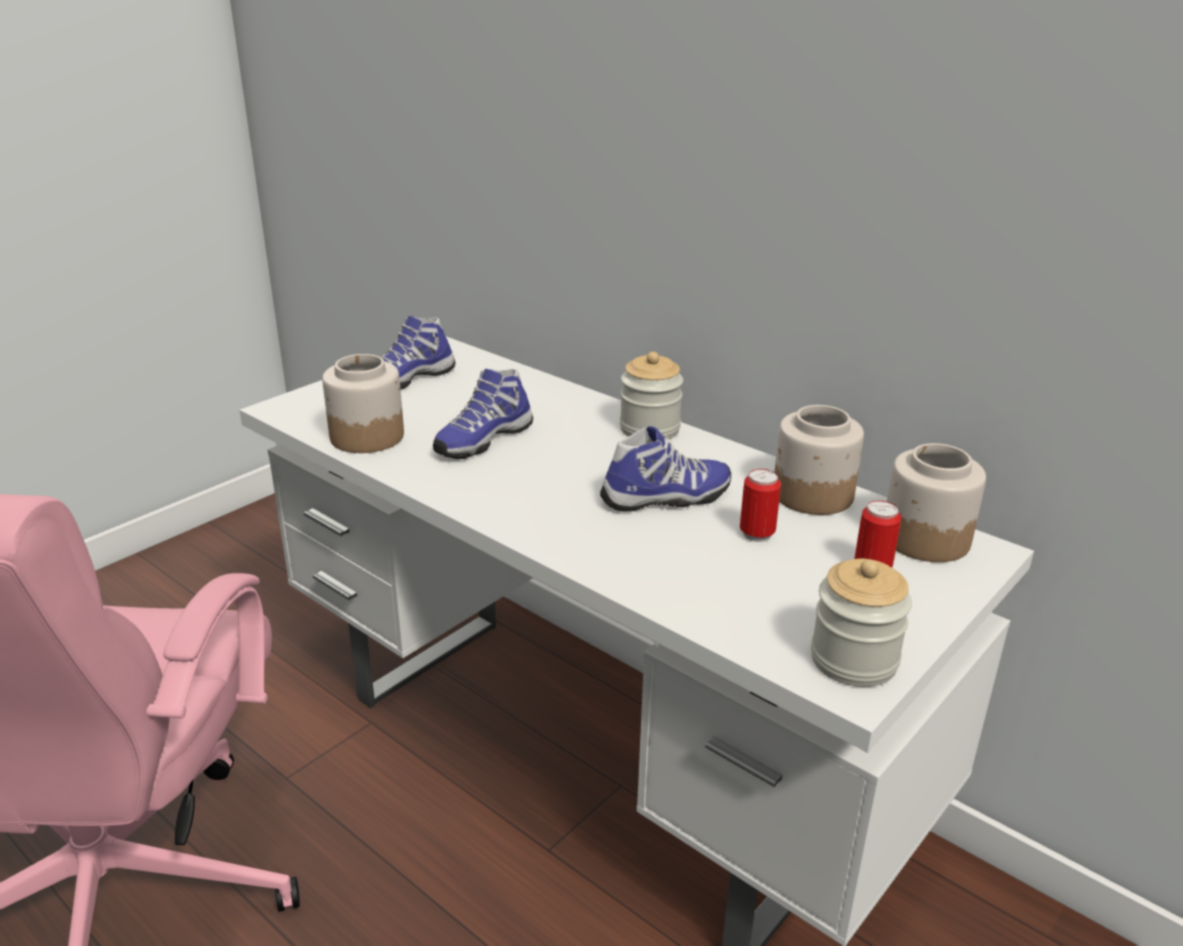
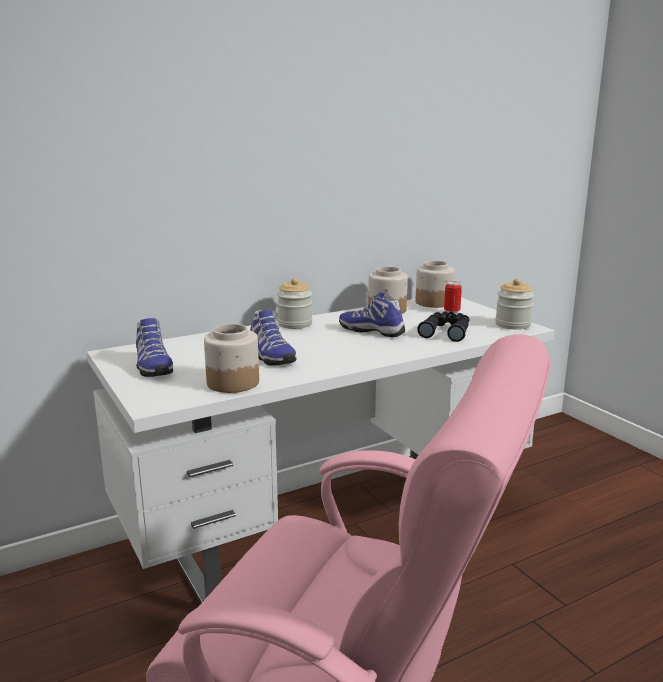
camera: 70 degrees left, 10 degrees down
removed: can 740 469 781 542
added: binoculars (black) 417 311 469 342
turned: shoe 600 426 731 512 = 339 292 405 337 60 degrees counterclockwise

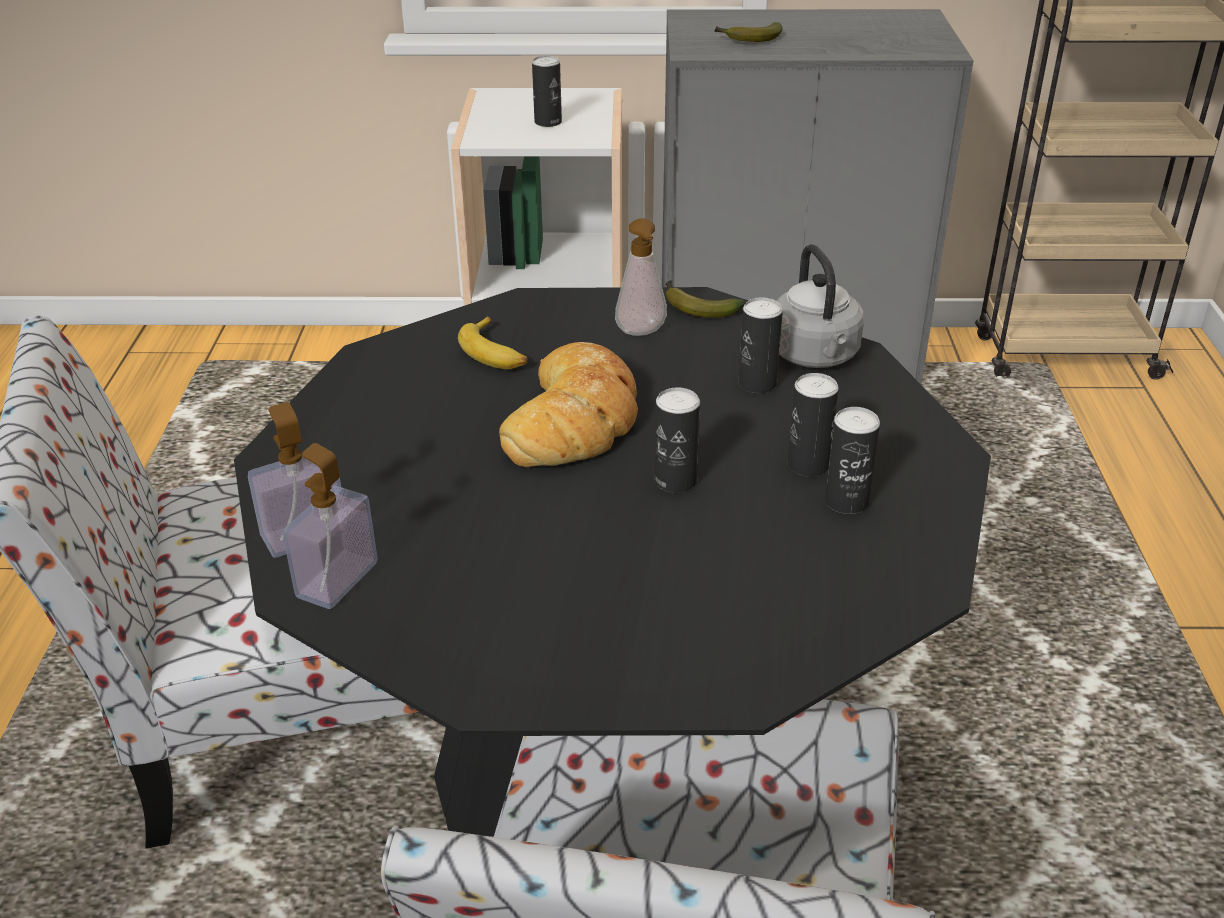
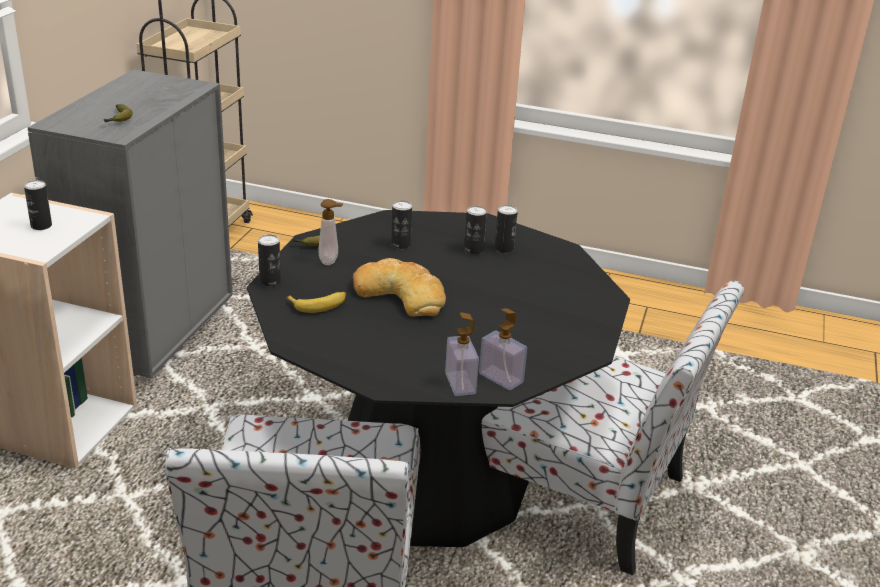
camera: 75 degrees left, 5 degrees down
removed: kettle (grey) 776 244 864 368
moved: can 655 388 700 493 to 258 235 281 287

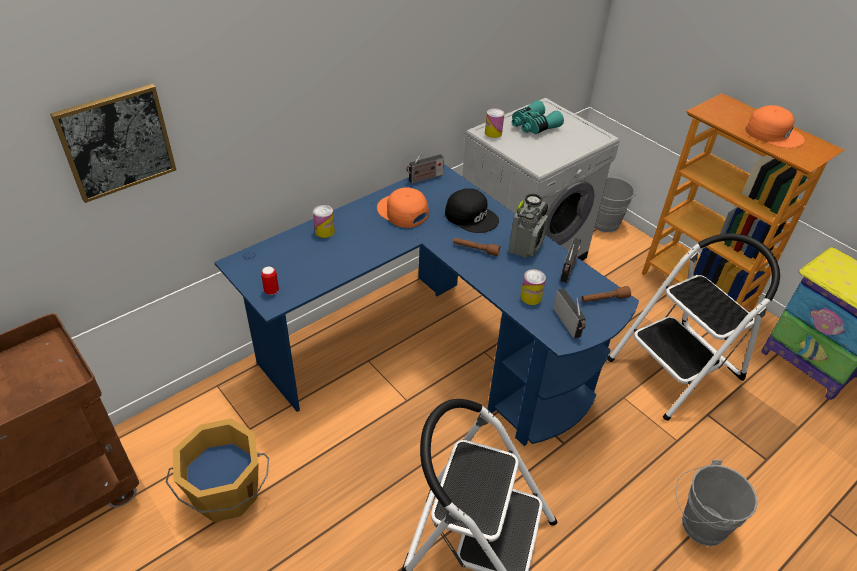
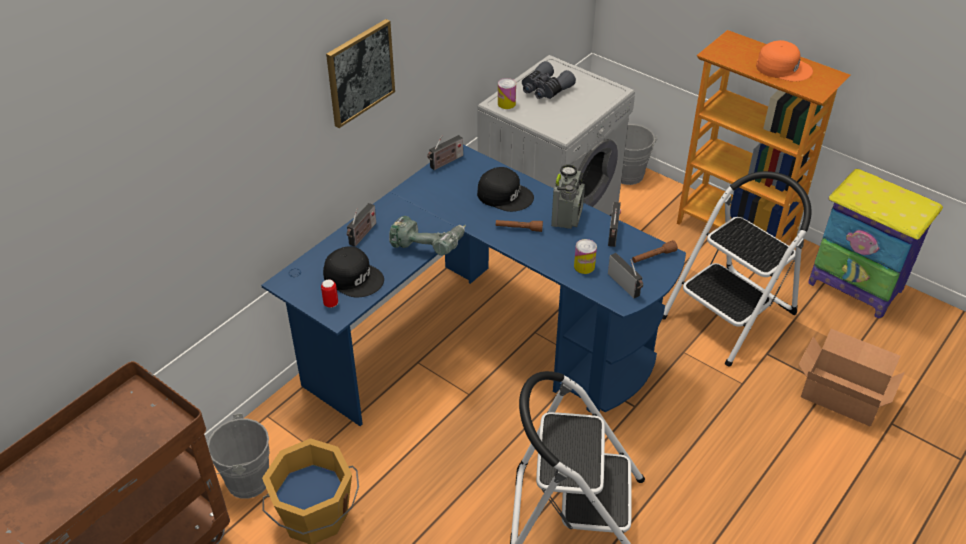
camera: 10 degrees left, 0 degrees up
removed: cap (orange) 377 187 429 228
added: cap (black) 323 246 384 297; power drill 389 216 466 256; cardboard box 798 329 905 426
moved: picture 50 84 176 203 to 326 19 395 128; bucket (grey) 676 460 758 546 to 206 413 270 499
replaced: can 313 205 335 238 to radio 347 203 376 247
recoloured: binoculars (turquoise) 512 100 564 134 to binoculars (grey) 522 61 576 99

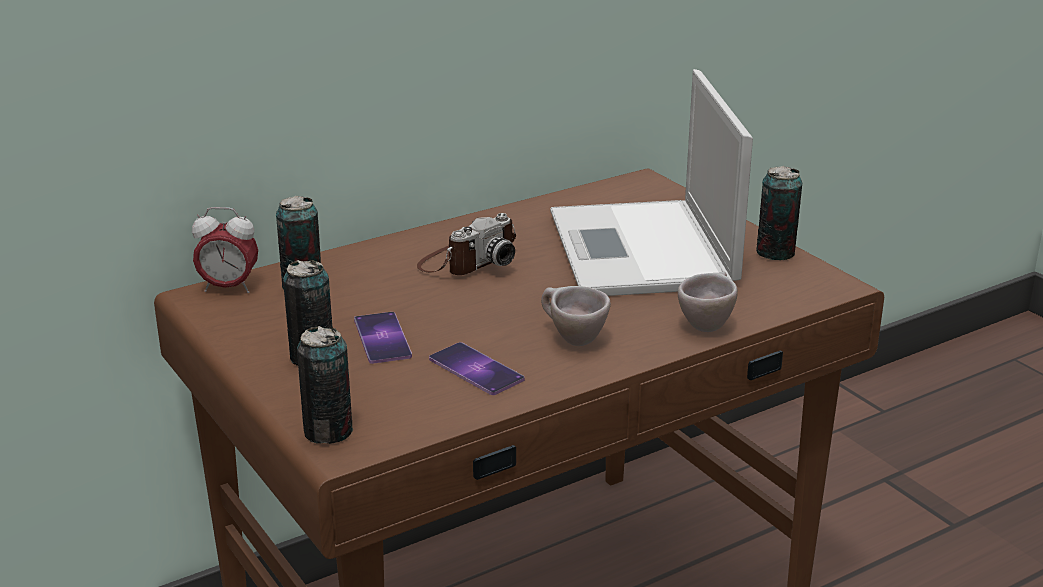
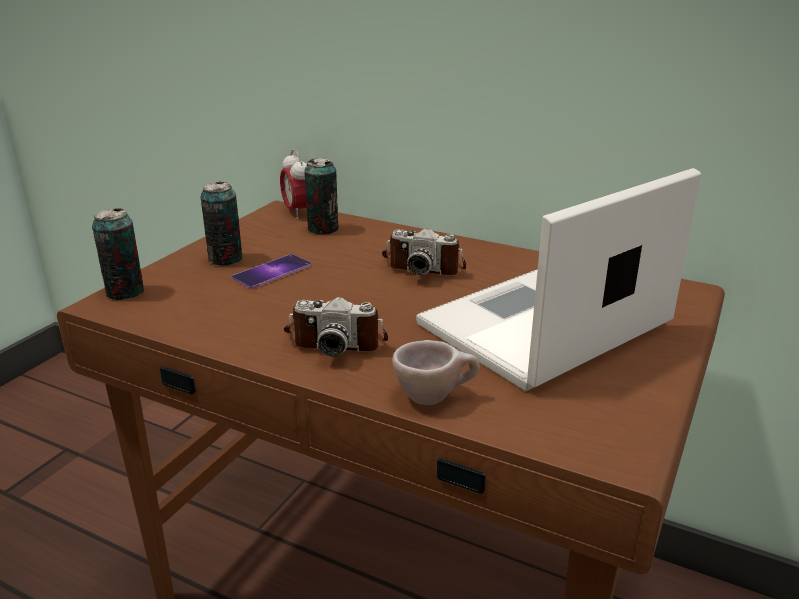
camera: 60 degrees right, 0 degrees up
removed: phone 429 342 525 395; can 756 166 802 260
replaced: cup (beige) 541 286 611 346 to photo camera 284 297 388 356

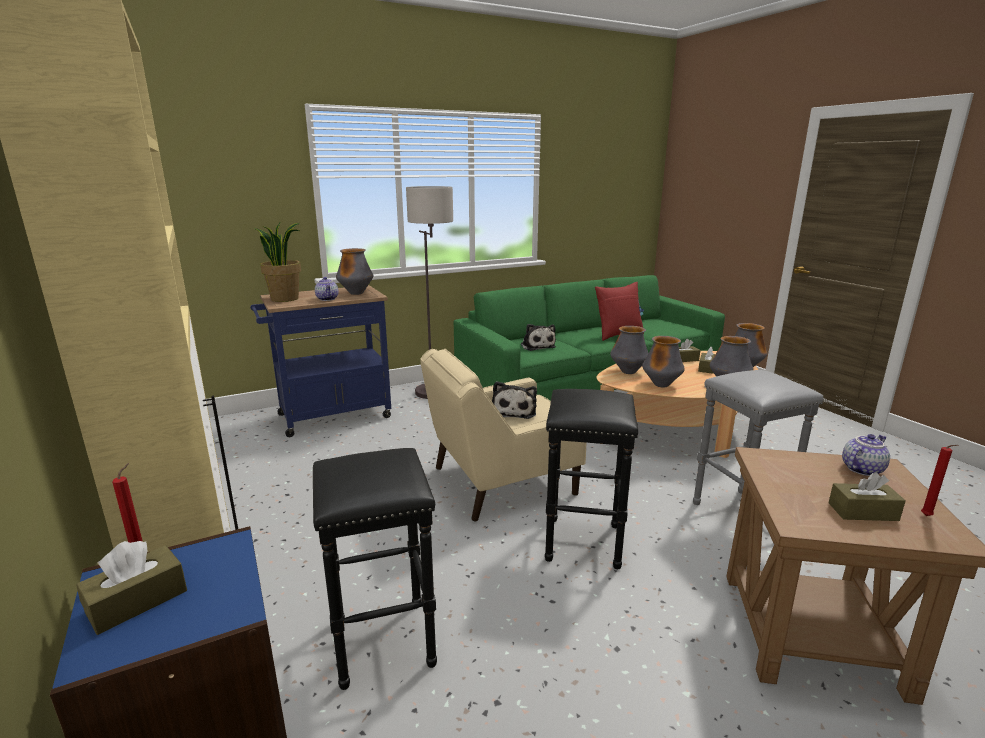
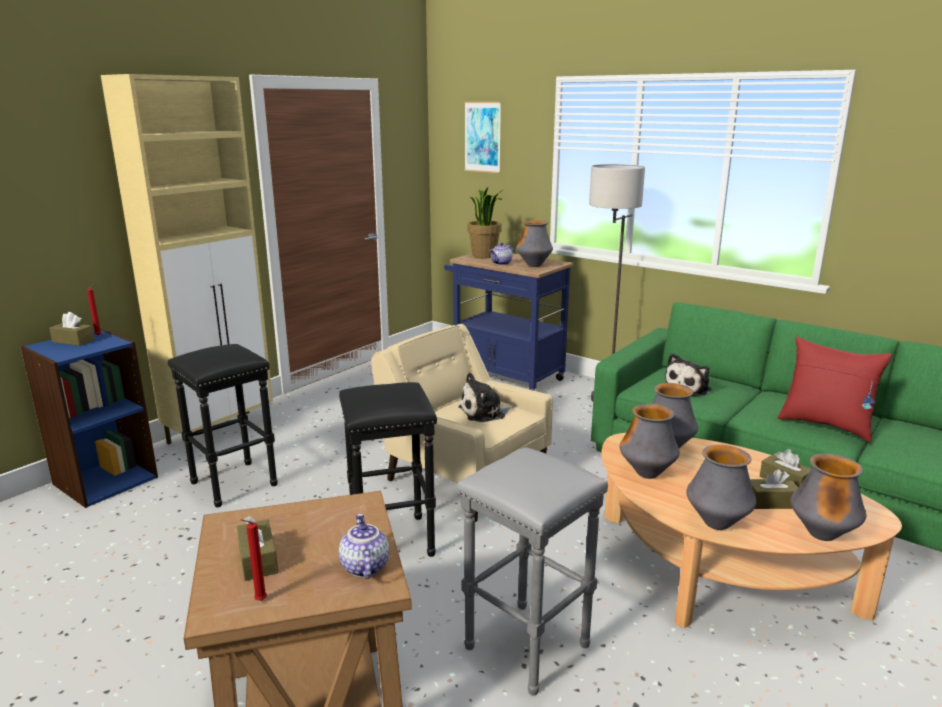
camera: 65 degrees right, 0 degrees up
added: picture 464 102 501 173
turned: teapot 842 434 890 476 = 339 513 389 579 135 degrees counterclockwise

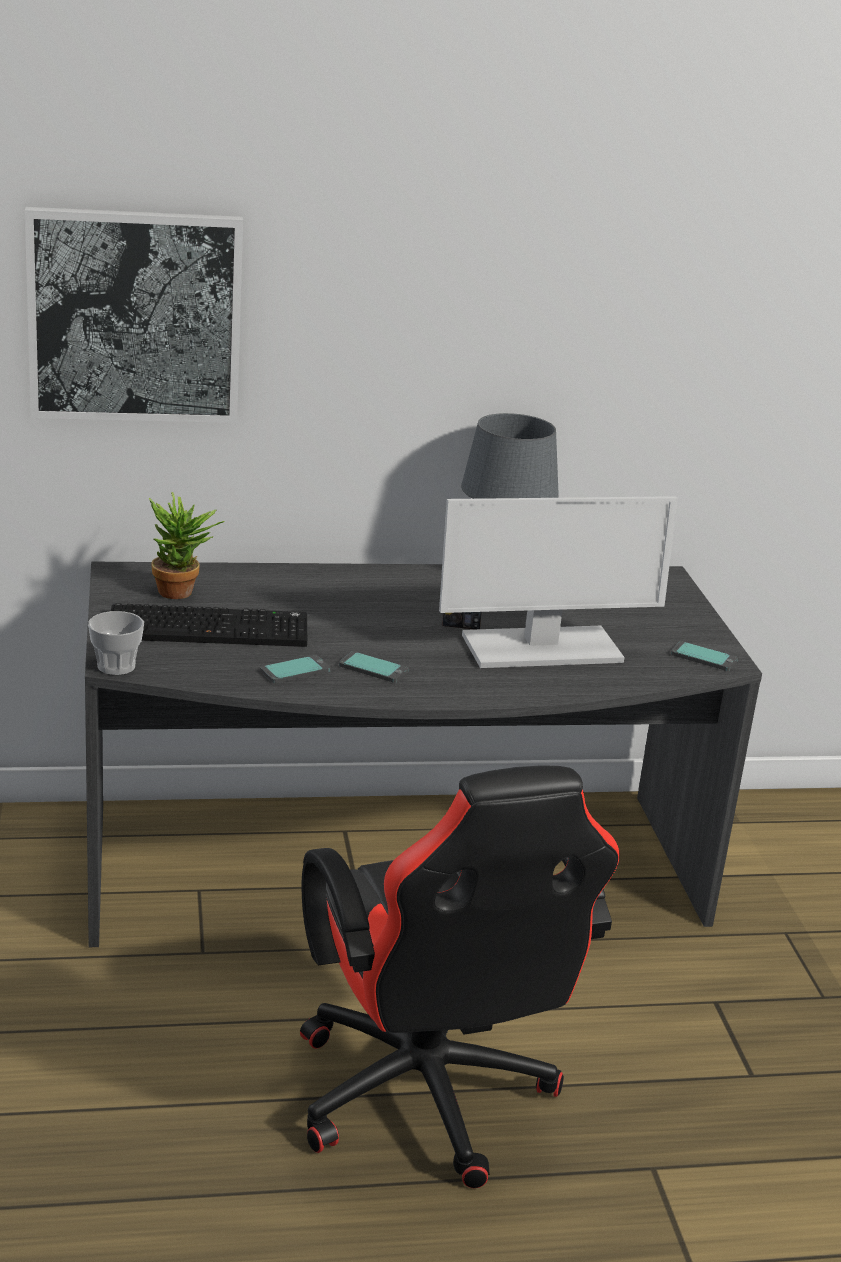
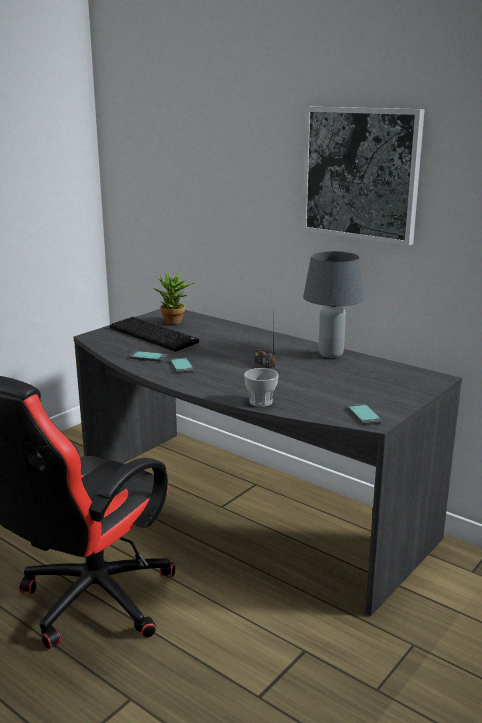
camera: 50 degrees right, 5 degrees down
removed: monitor 439 496 678 668
moved: picture 25 207 243 423 to 302 107 425 245; cup 88 611 144 675 to 244 368 279 407

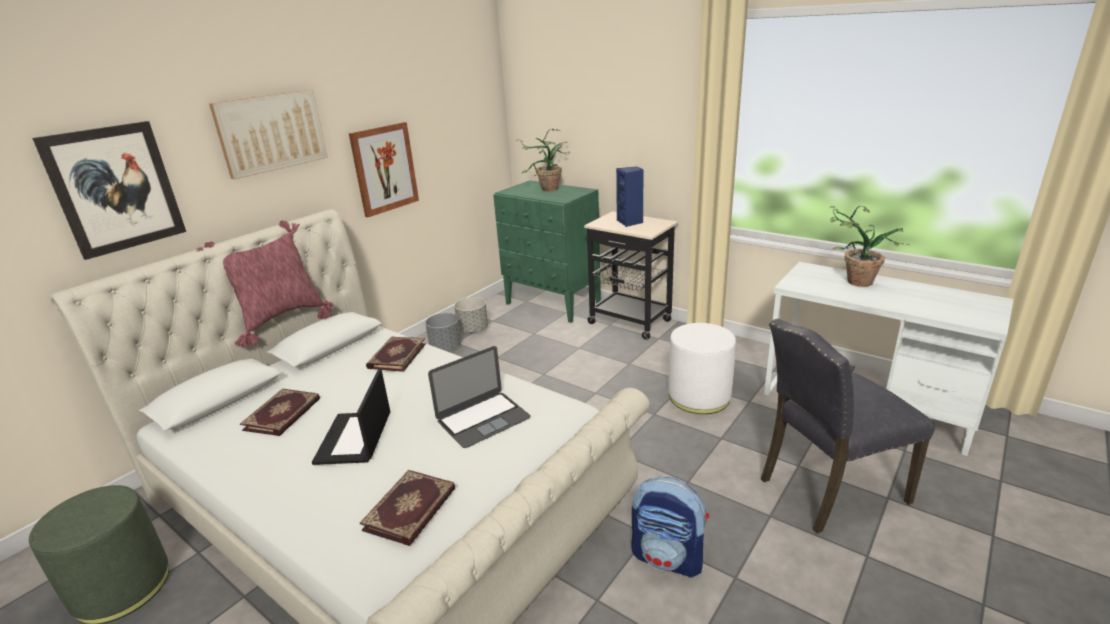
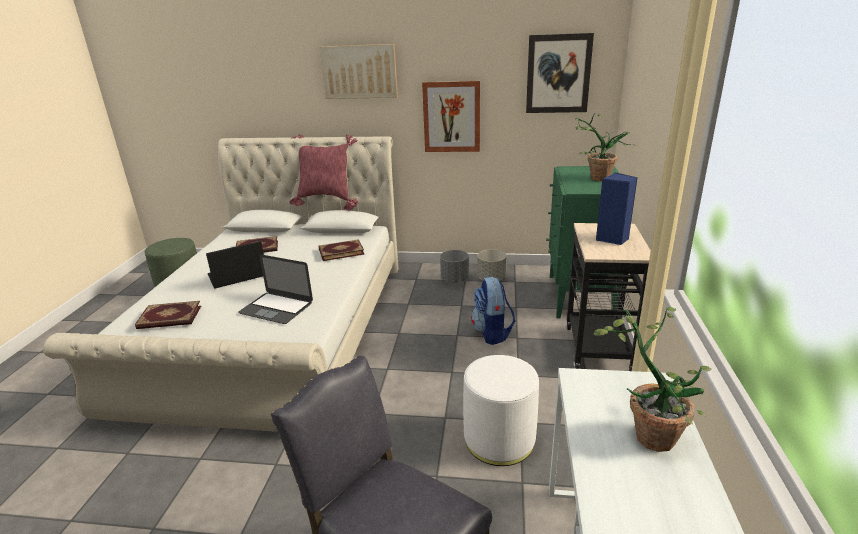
camera: 60 degrees right, 0 degrees up
moved: picture 32 121 186 260 to 526 33 594 113; backpack 631 477 709 578 to 471 276 516 345

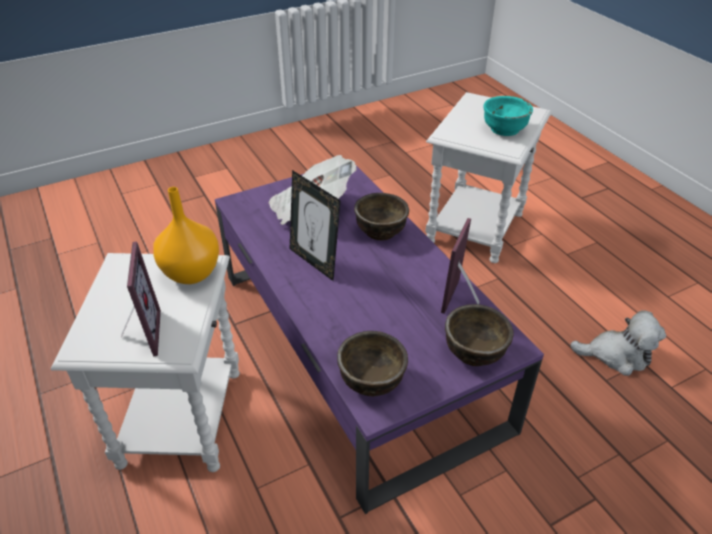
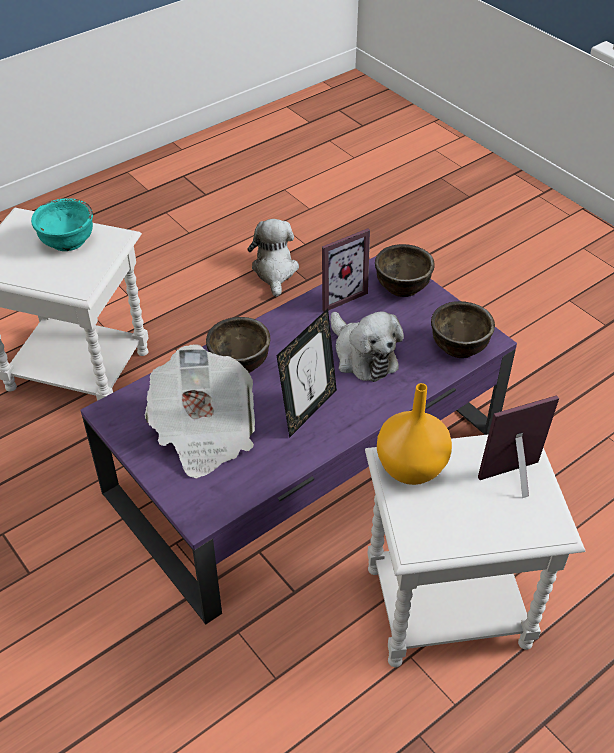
camera: 100 degrees left, 5 degrees up
added: plush toy 331 312 404 382
turned: picture frame 441 218 480 314 = 322 228 370 312 45 degrees counterclockwise

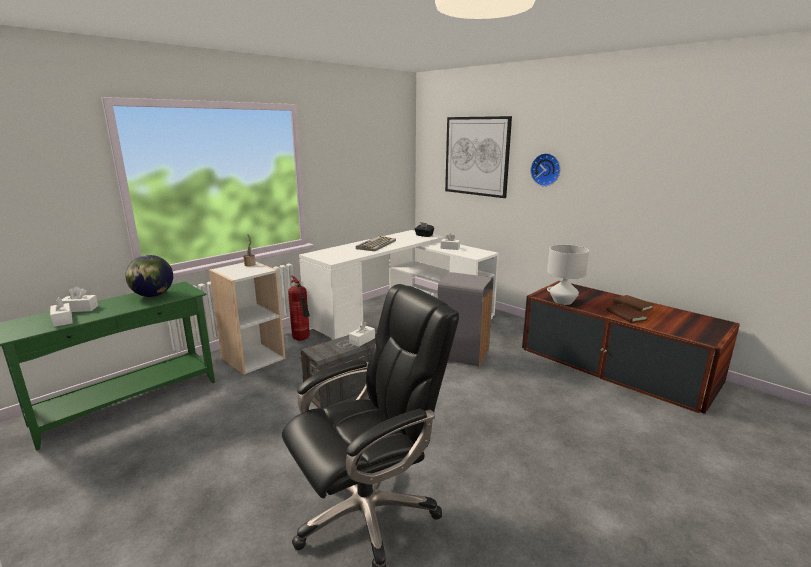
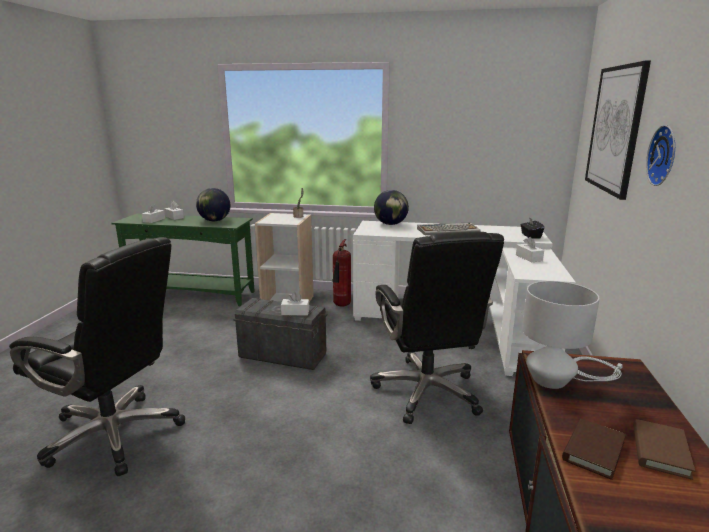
camera: 55 degrees right, 0 degrees up
added: globe 374 190 409 225
replaced: trash can (grey) 438 272 493 367 to office chair (black) 370 232 504 424

